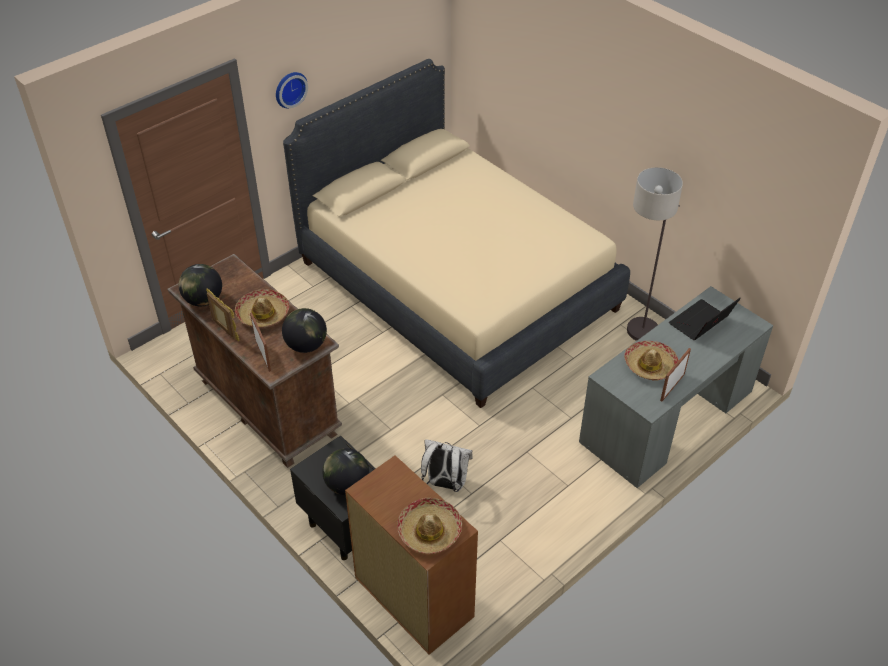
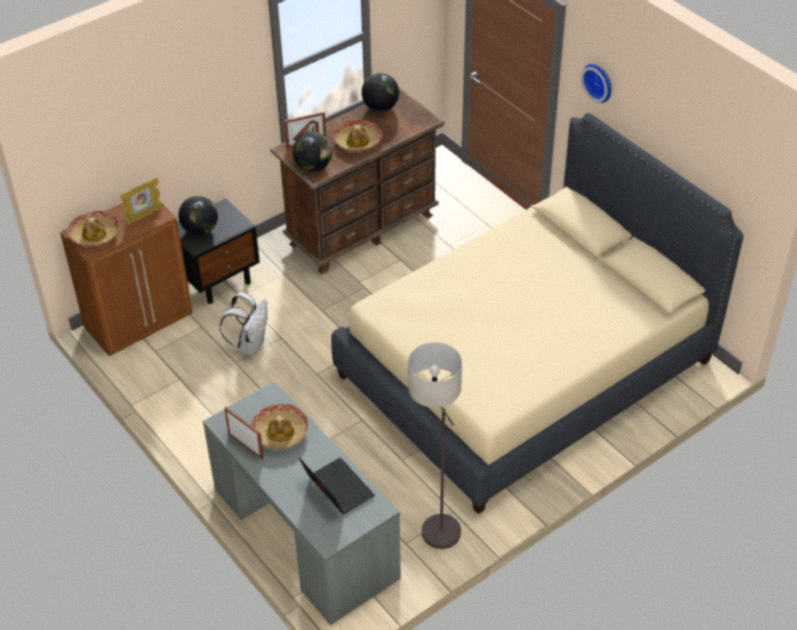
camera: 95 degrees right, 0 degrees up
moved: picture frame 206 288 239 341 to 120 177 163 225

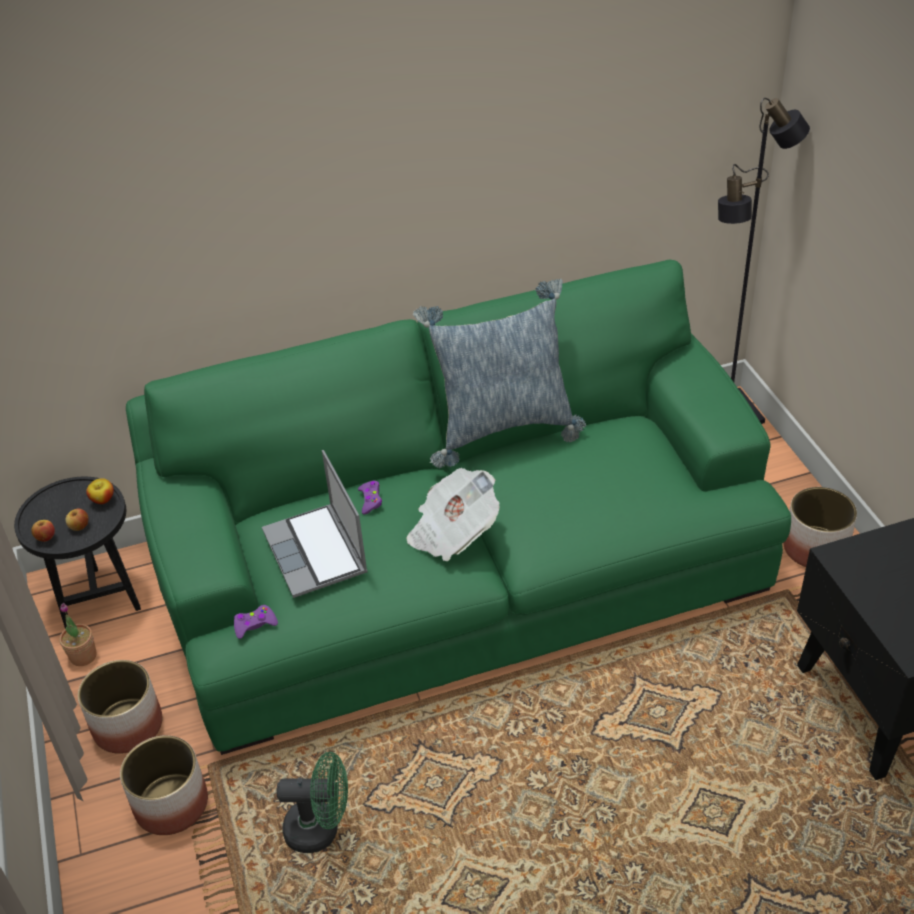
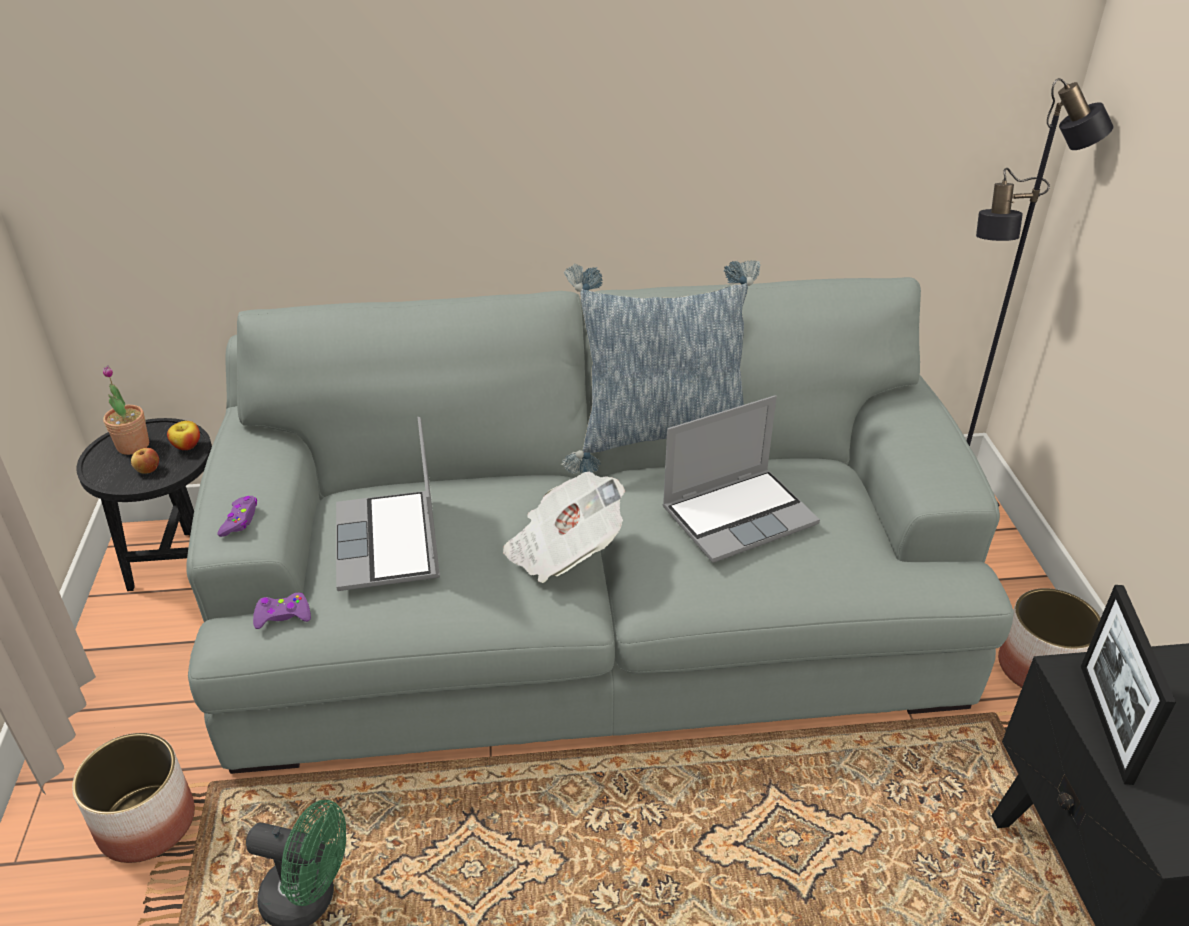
camera: 10 degrees right, 5 degrees down
removed: apple 31 520 55 542; planter 78 660 162 754
added: laptop 662 395 820 563; picture frame 1081 585 1176 785
moved: potted plant 59 603 97 666 to 103 365 149 455; game controller (purple) 358 481 382 515 to 217 496 257 537
recoloured: sofa (green) 126 260 791 755 to sofa (grey) 186 277 1014 774

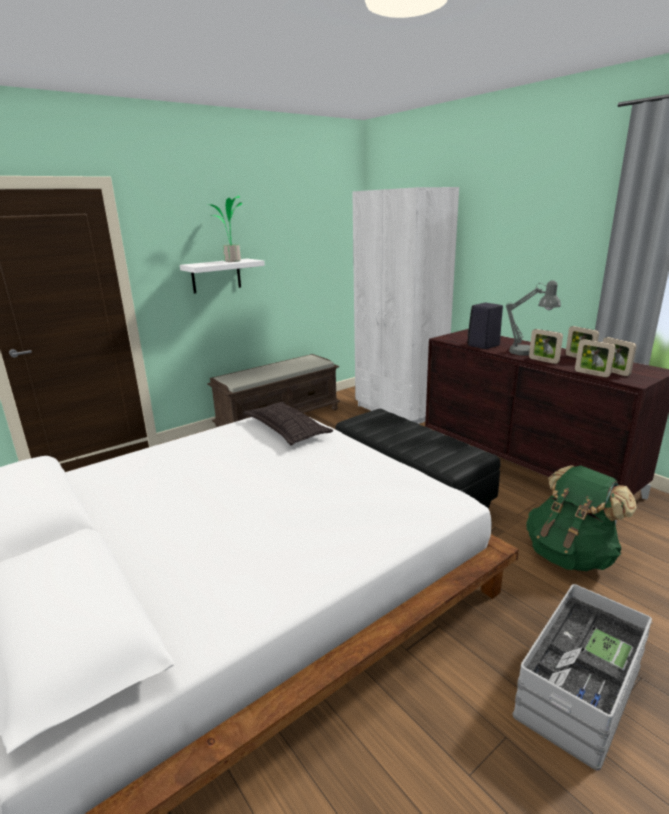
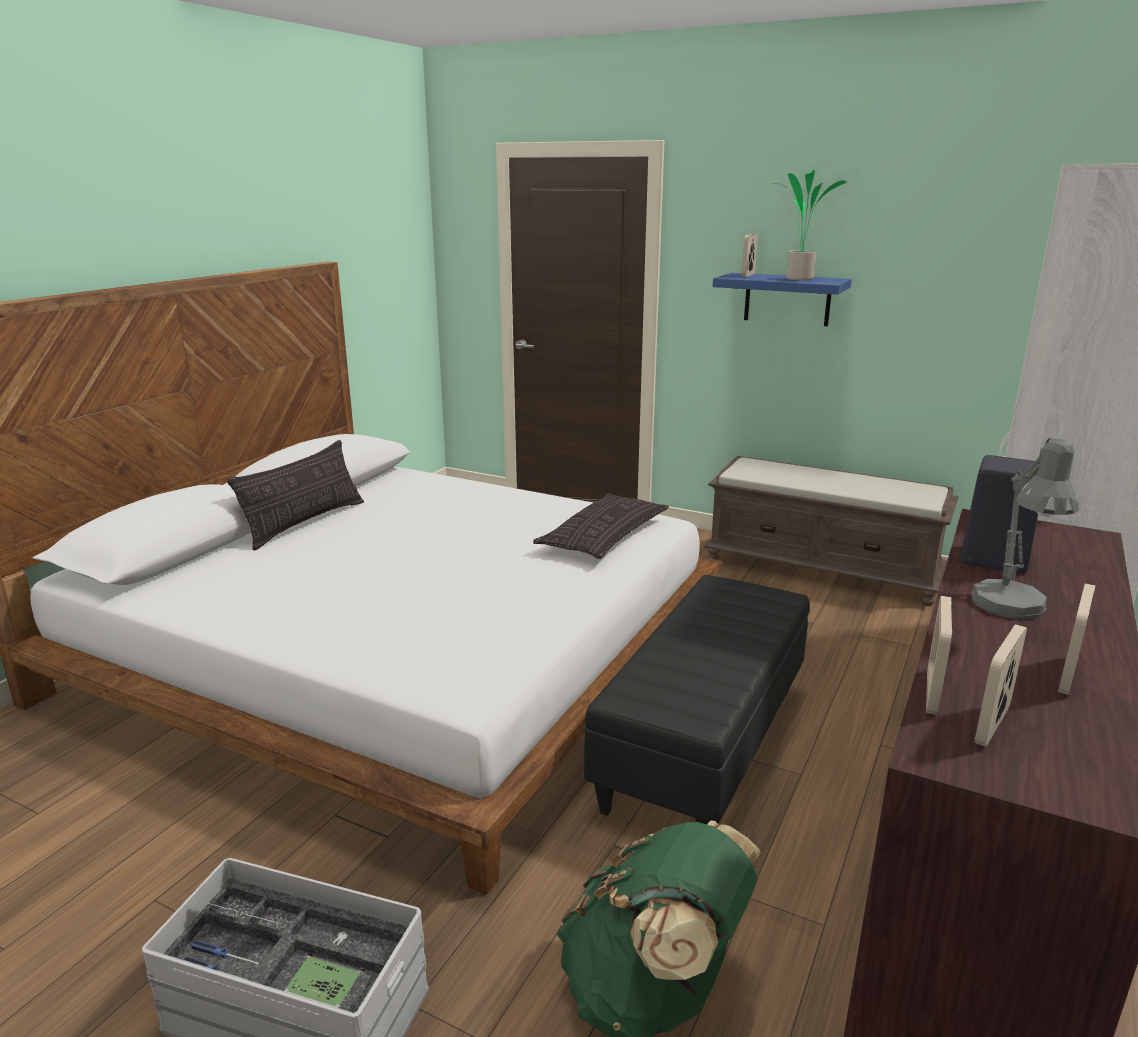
camera: 65 degrees right, 0 degrees up
added: pillow 227 440 364 551
moved: picture frame 529 329 563 364 to 742 233 758 277
recoloured: shelf (white) 180 259 265 294 to shelf (blue) 713 273 852 326

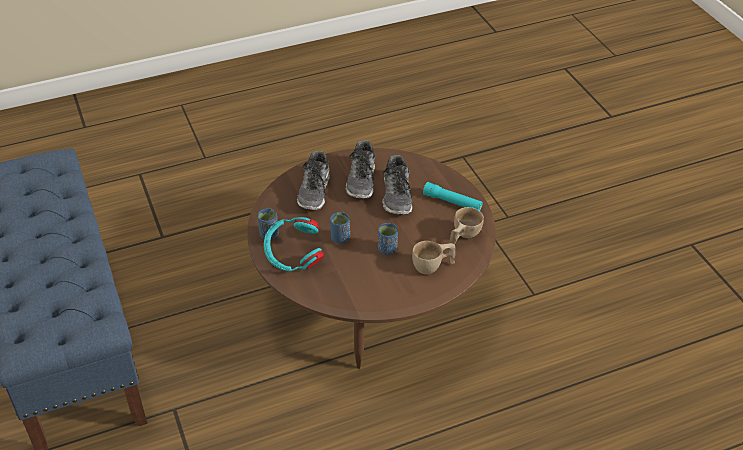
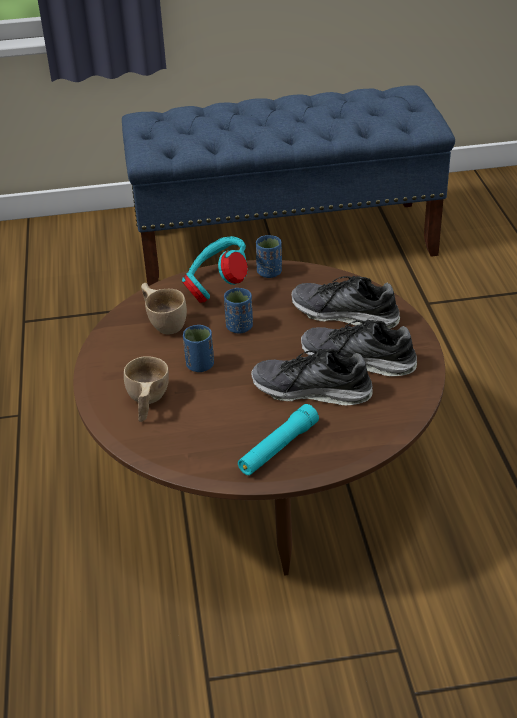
camera: 105 degrees right, 5 degrees down
moved: cup (beige) 449 207 484 244 to 141 283 187 335

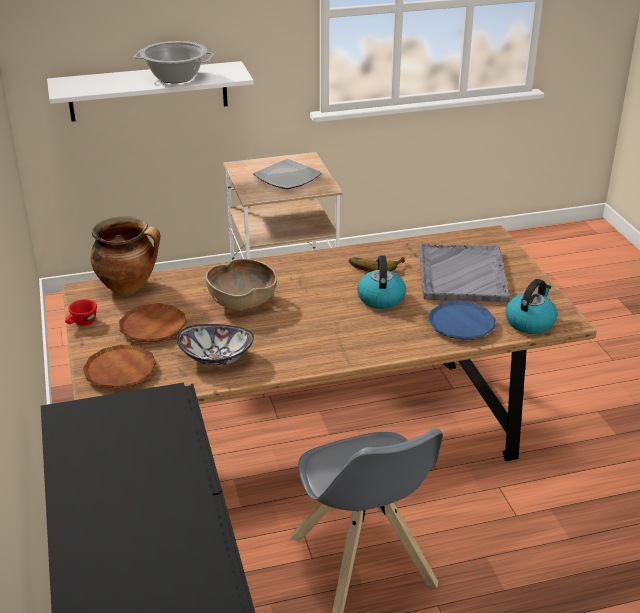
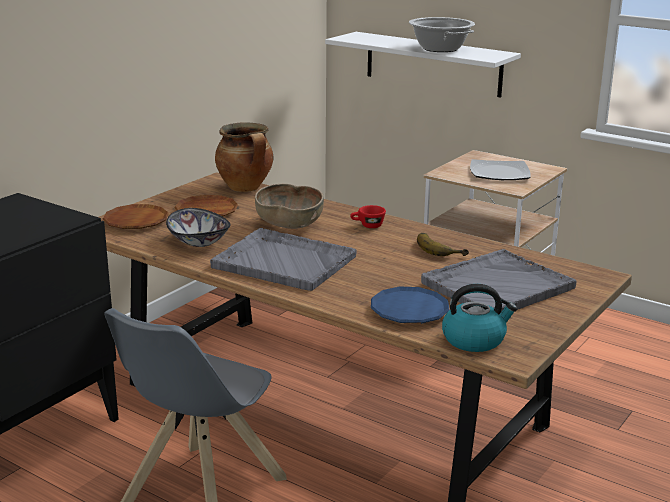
camera: 50 degrees right, 10 degrees down
removed: kettle 357 256 406 309
added: tray (grey) 210 228 357 291
moved: cup (red) 65 299 97 326 to 350 205 386 228

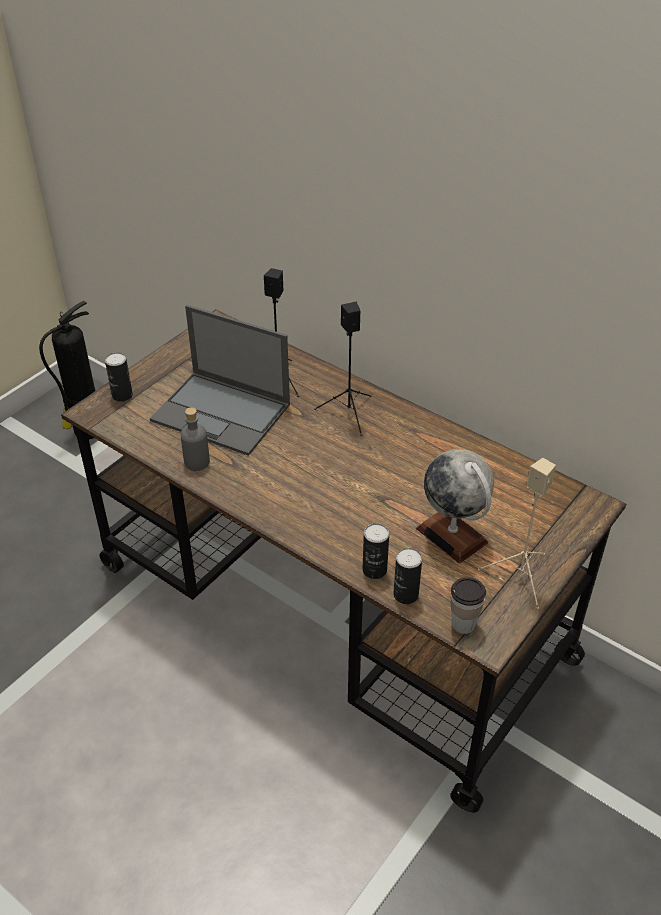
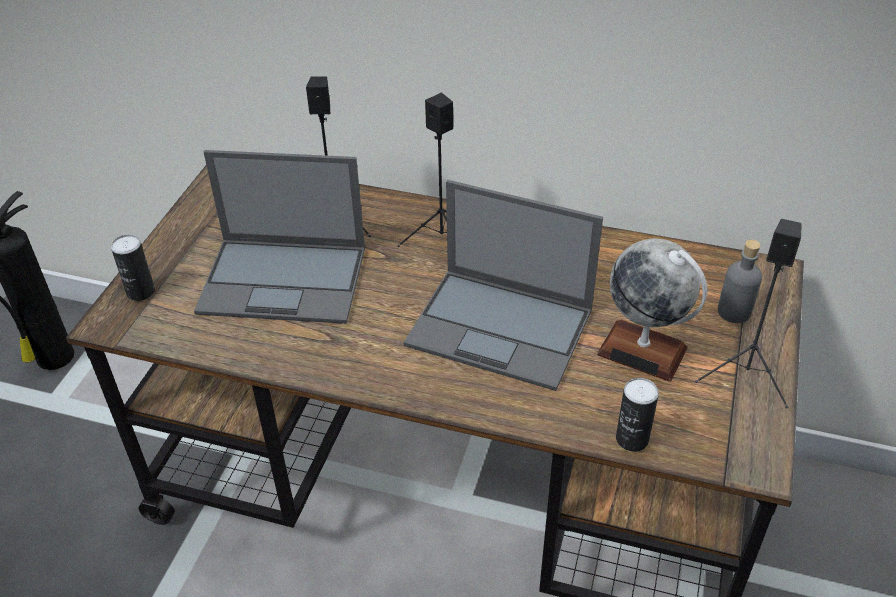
camera: 20 degrees left, 0 degrees up
removed: can 363 523 389 579; cup 451 577 486 634
added: laptop 403 180 603 391
moved: bottle (grey) 180 407 210 471 to 718 239 762 323
recoloured: speaker (beige) 478 458 556 609 to speaker (black) 695 219 802 408

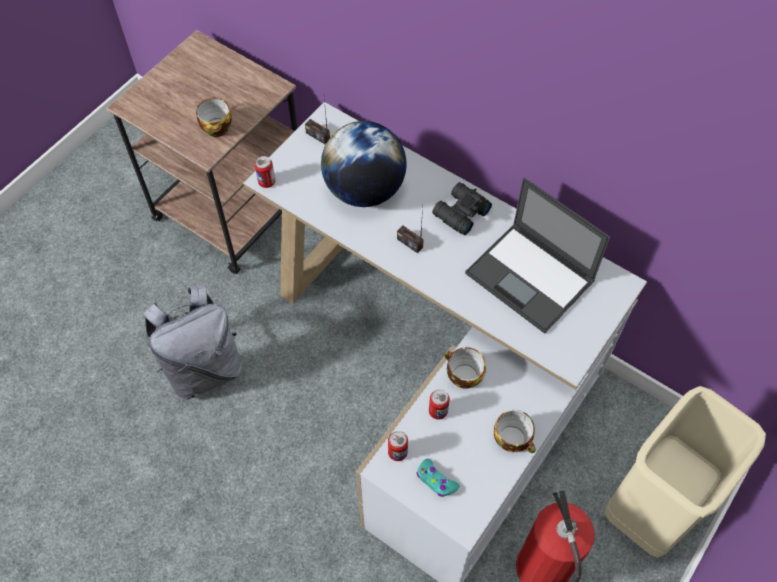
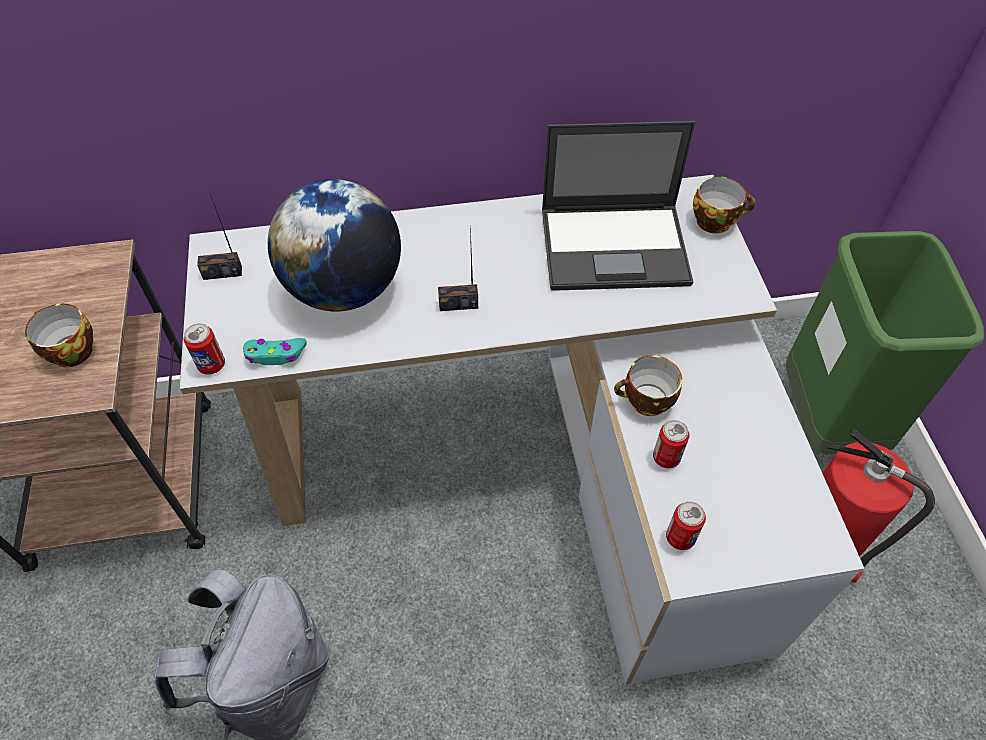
camera: 45 degrees left, 5 degrees down
removed: binoculars (black) 432 182 492 235
moved: game controller (turquoise) 417 458 460 497 to 243 338 307 365; cup 494 410 536 453 to 693 176 755 234
recoloured: trash can (beige) 605 386 766 558 to trash can (green) 786 231 984 455

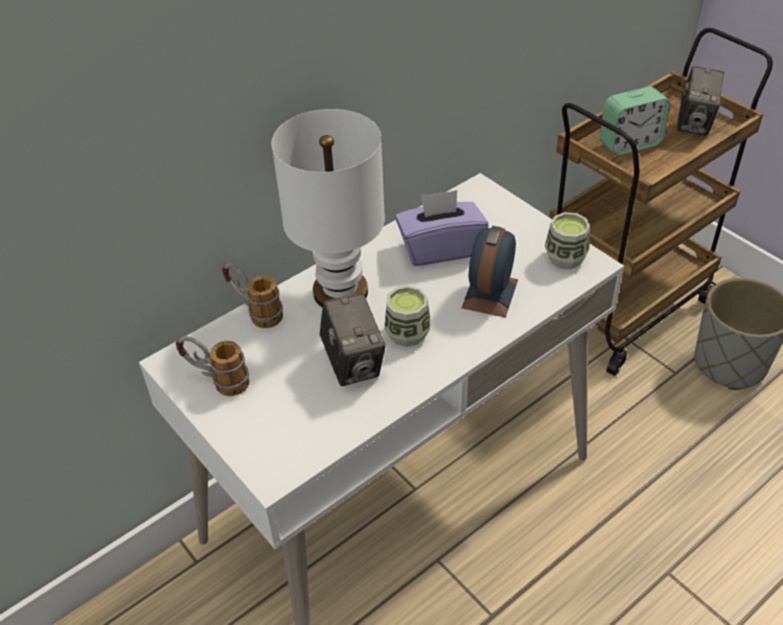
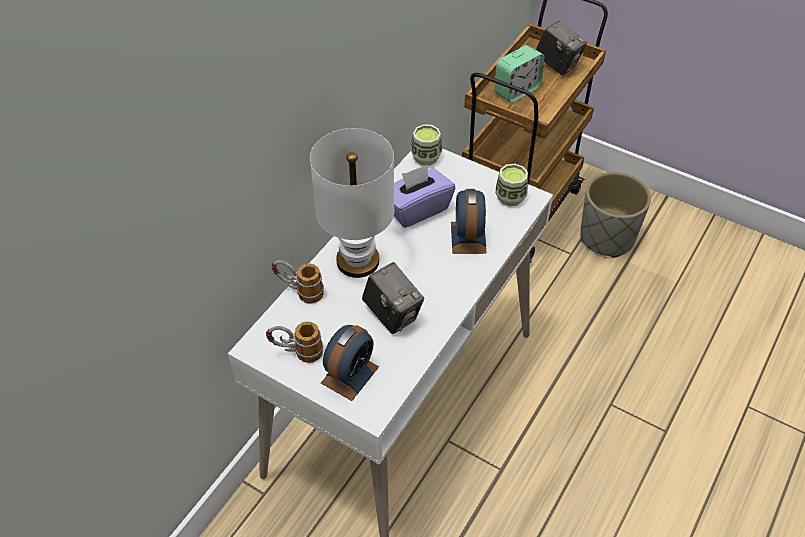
camera: 20 degrees left, 5 degrees up
added: alarm clock 321 325 379 401
moved: cup 384 286 430 347 to 410 124 442 166
turned: photo camera 677 66 724 136 = 536 21 587 75 45 degrees counterclockwise

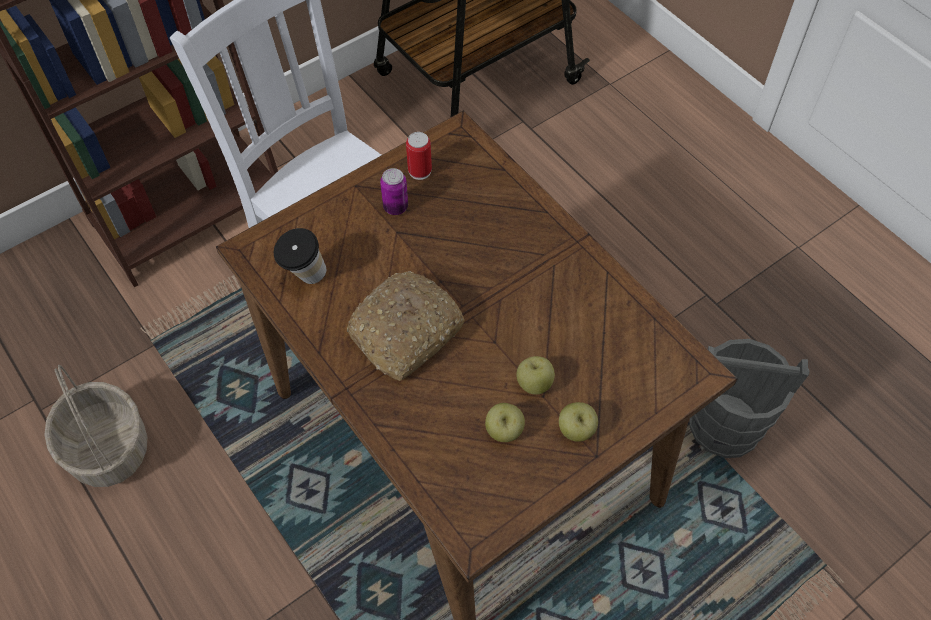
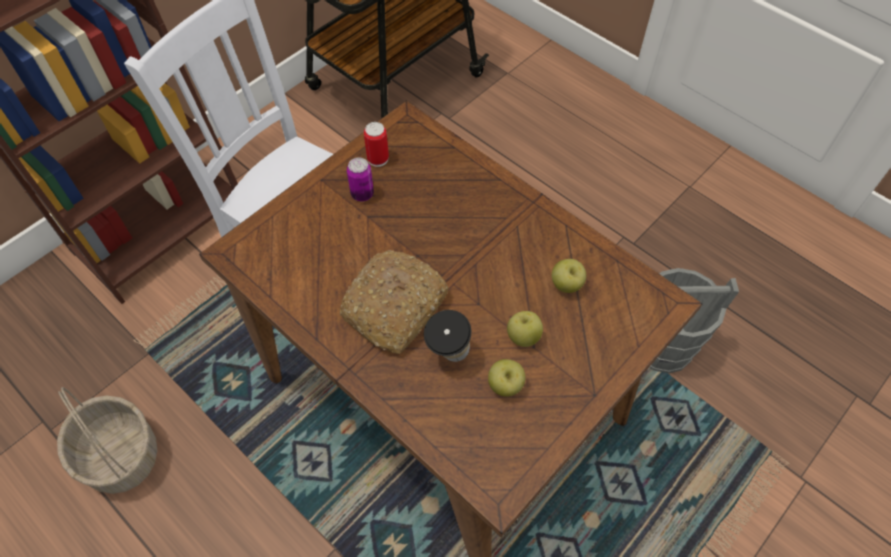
camera: 10 degrees left, 0 degrees up
moved: cup 274 228 326 284 to 424 310 471 362; apple 559 402 598 442 to 552 259 586 293

